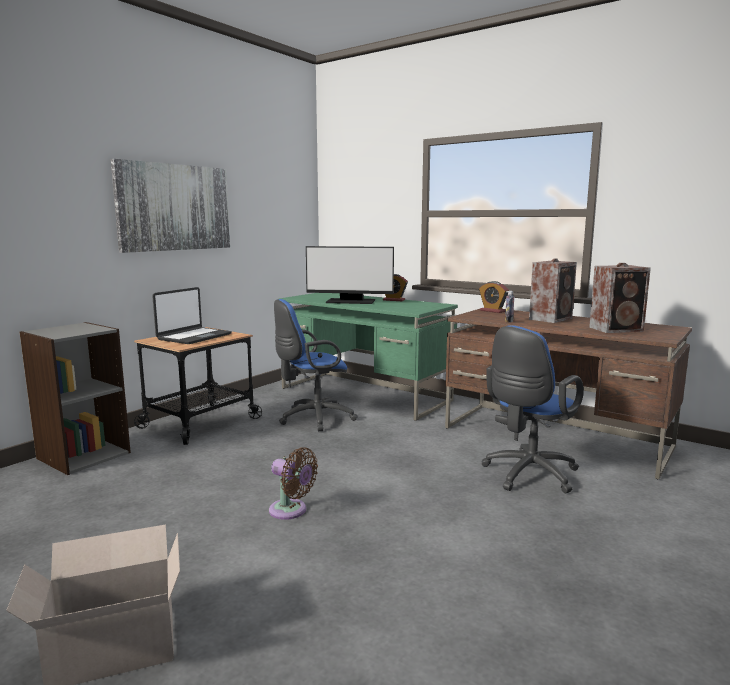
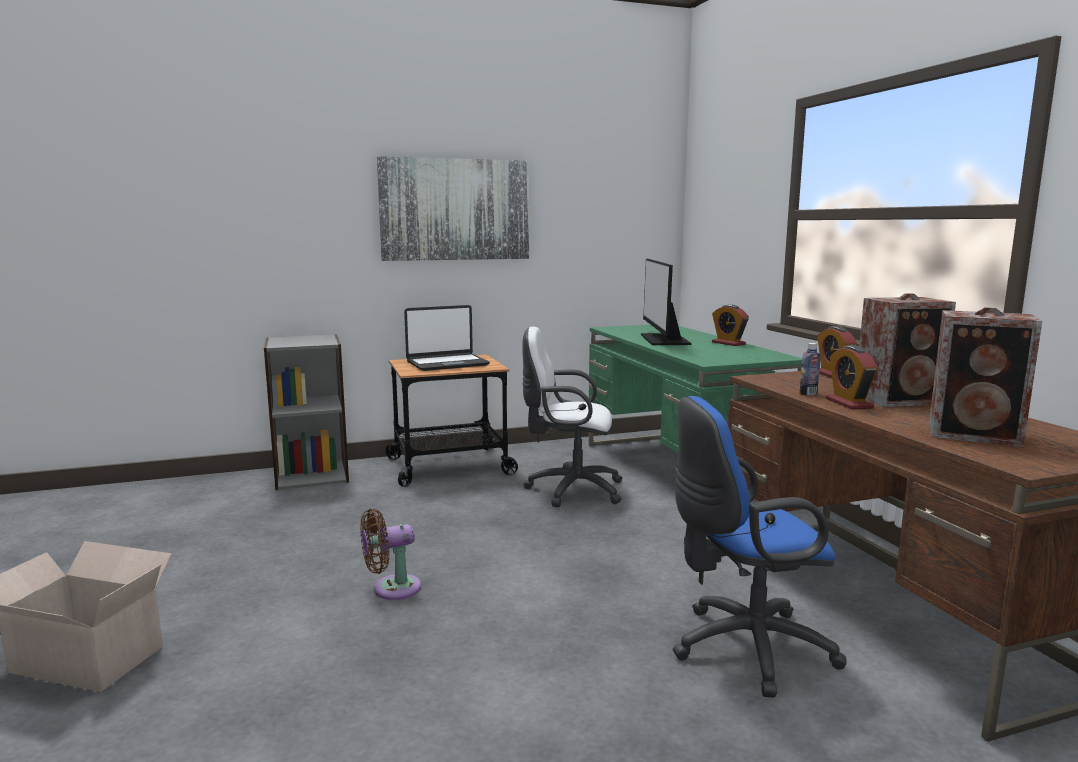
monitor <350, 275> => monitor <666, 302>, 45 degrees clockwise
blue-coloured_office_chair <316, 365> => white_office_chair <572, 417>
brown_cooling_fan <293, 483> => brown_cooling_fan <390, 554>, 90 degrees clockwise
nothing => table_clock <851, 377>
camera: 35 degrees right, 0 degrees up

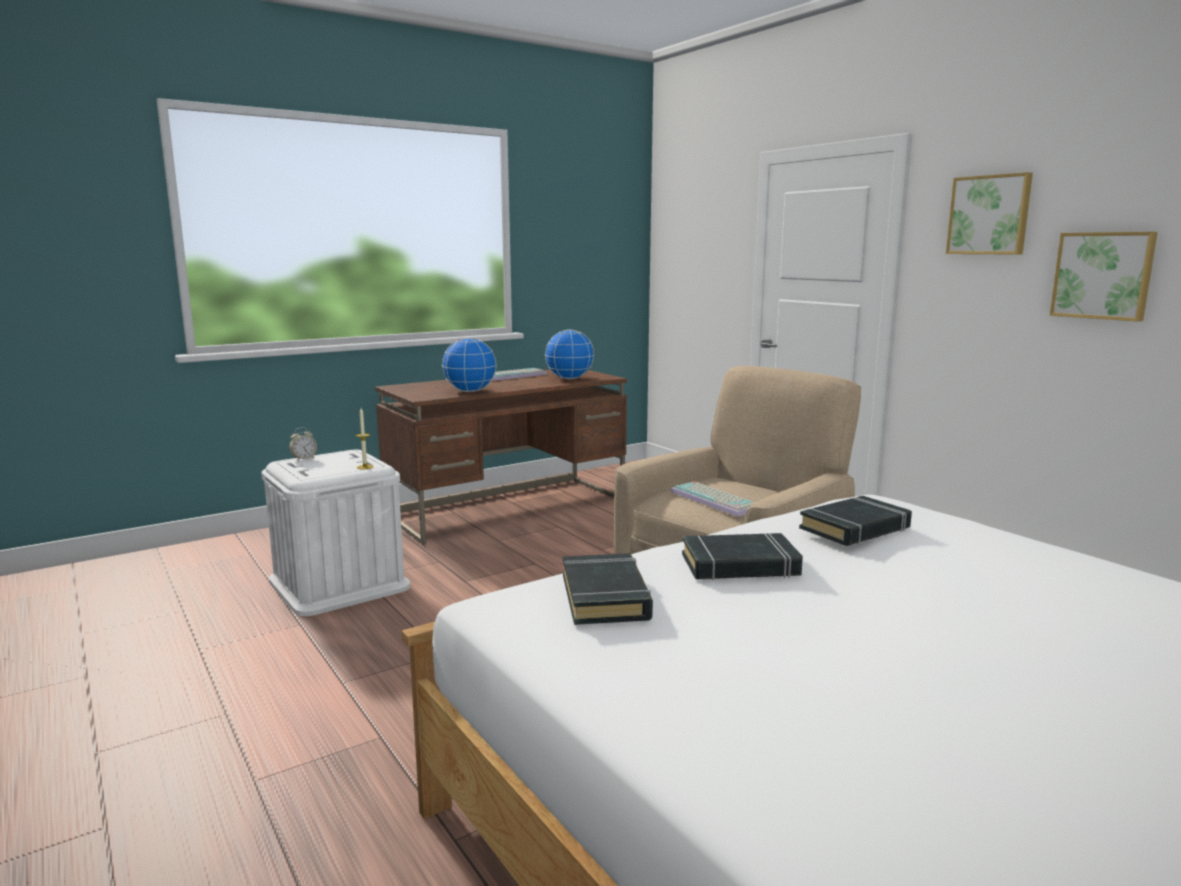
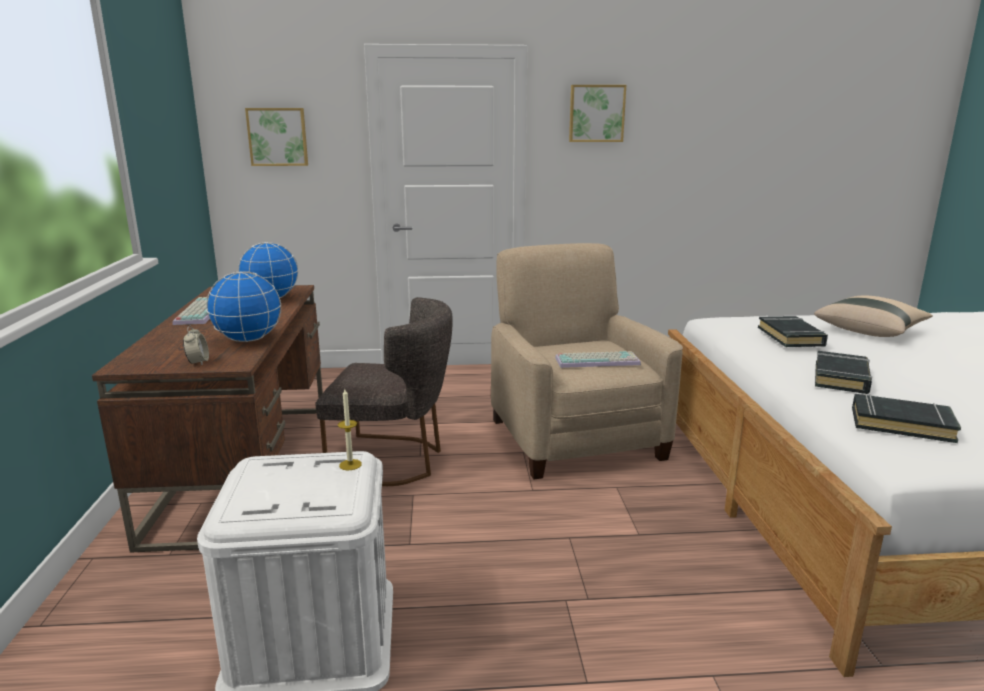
picture <1104, 277> => picture <276, 137>, shifted
table_clock <303, 444> => table_clock <196, 345>, shifted
nothing => beige_cushion <873, 316>
nothing => gray_chair <384, 391>
camera: 60 degrees left, 5 degrees up

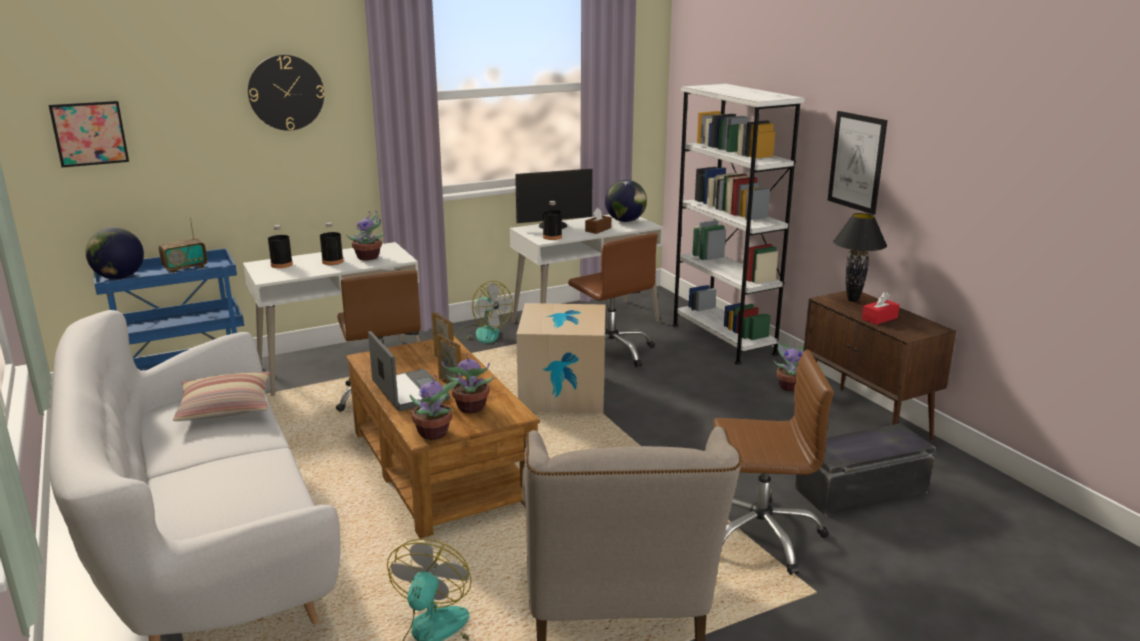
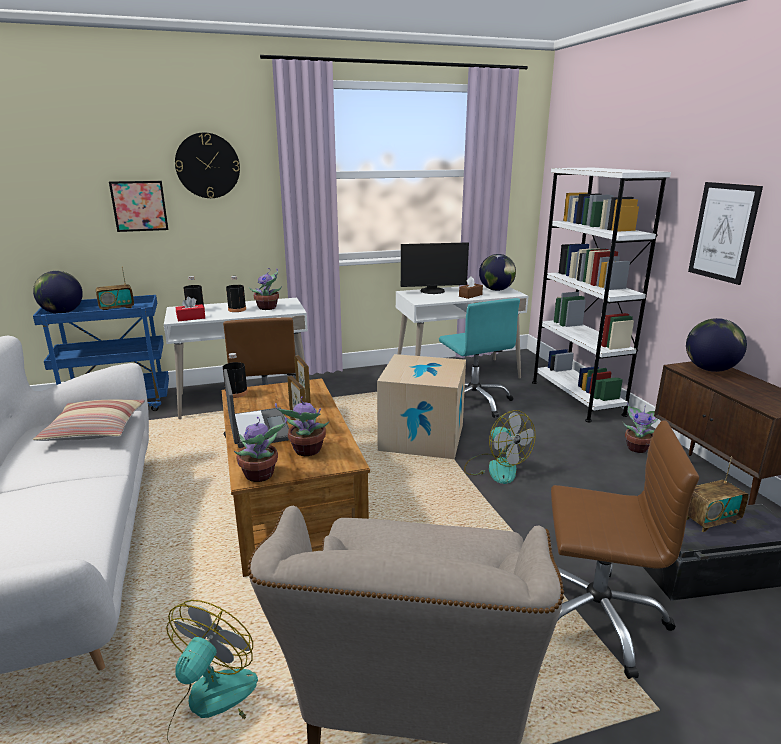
picture <89, 134> => picture <138, 206>, shifted
black-coloured_beverage_bottle <552, 220> => black-coloured_beverage_bottle <235, 375>, shifted
black-coloured_lamp_for_a_table <860, 257> => desk_globe <716, 345>
brown_office_chair <613, 300> => turquoise-coloured_office_chair <479, 358>
cooling_fan <483, 312> => cooling_fan <499, 447>, shifted
red_tissue_box <881, 308> => red_tissue_box <190, 308>, shifted
nothing => radio <718, 494>
camera: 10 degrees right, 0 degrees up

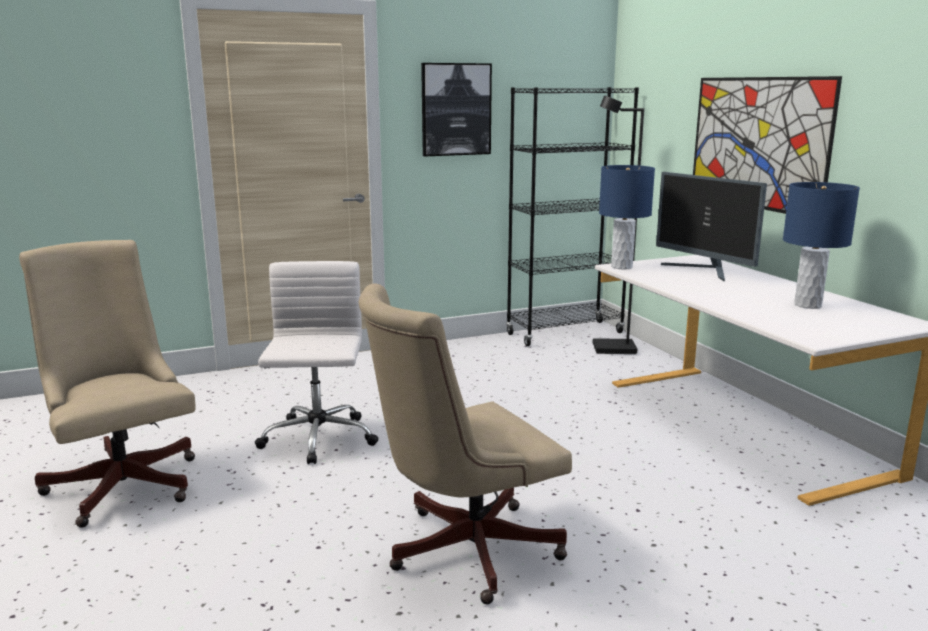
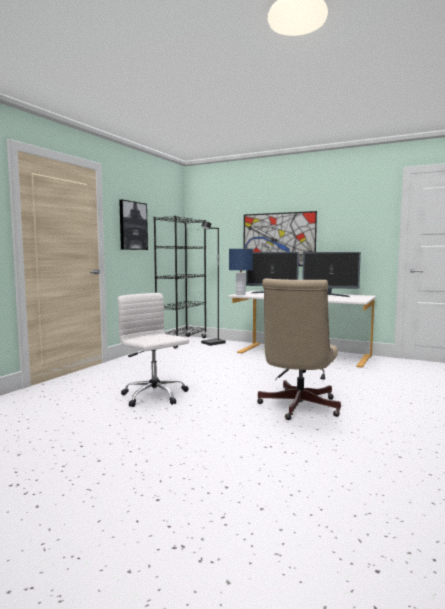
blue-coloured_lamp_for_a_table <821, 245> => monitor <331, 274>
beige_office_chair <107, 384> => nothing
camera: 40 degrees left, 10 degrees down

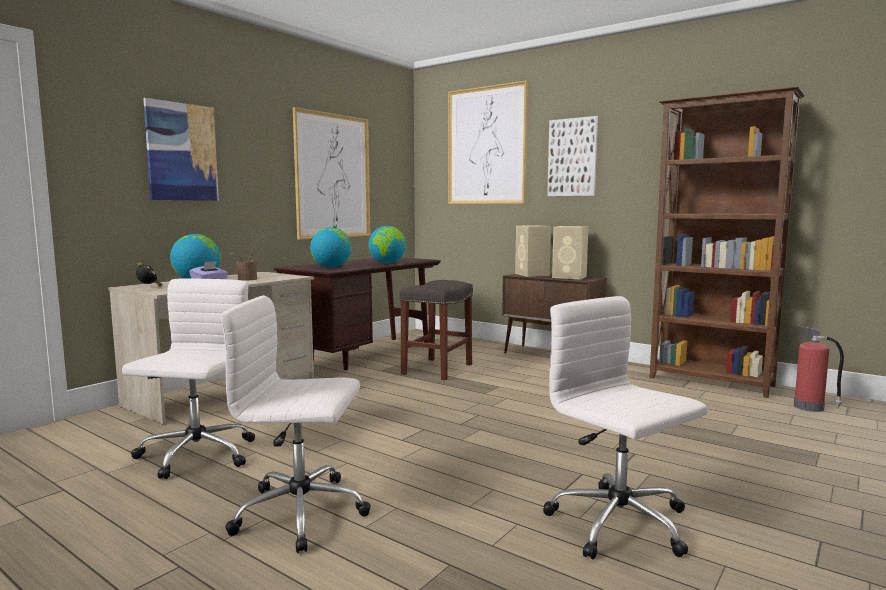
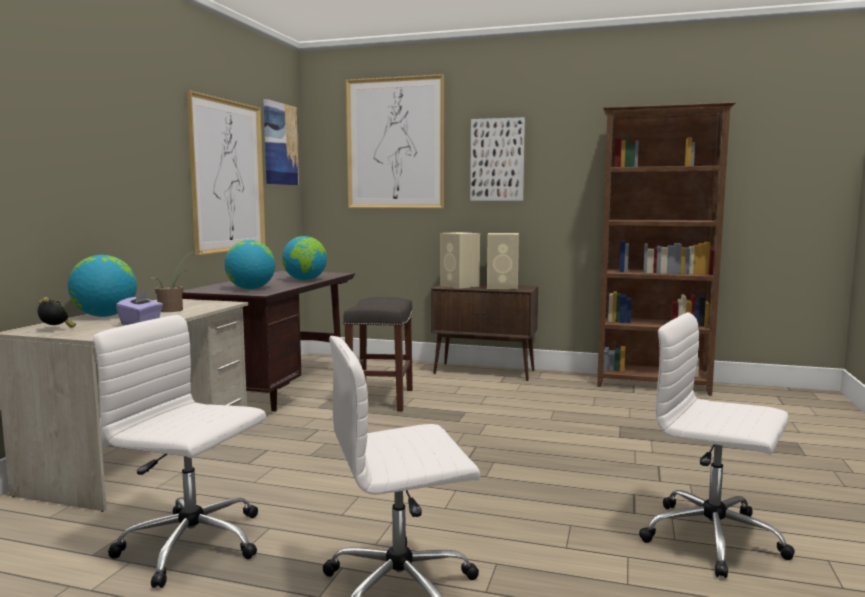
picture <181, 149> => picture <281, 142>, shifted
white_office_chair <188, 378> => white_office_chair <179, 451>, 60 degrees counterclockwise
extinguisher <819, 368> => nothing
camera: 20 degrees left, 0 degrees up

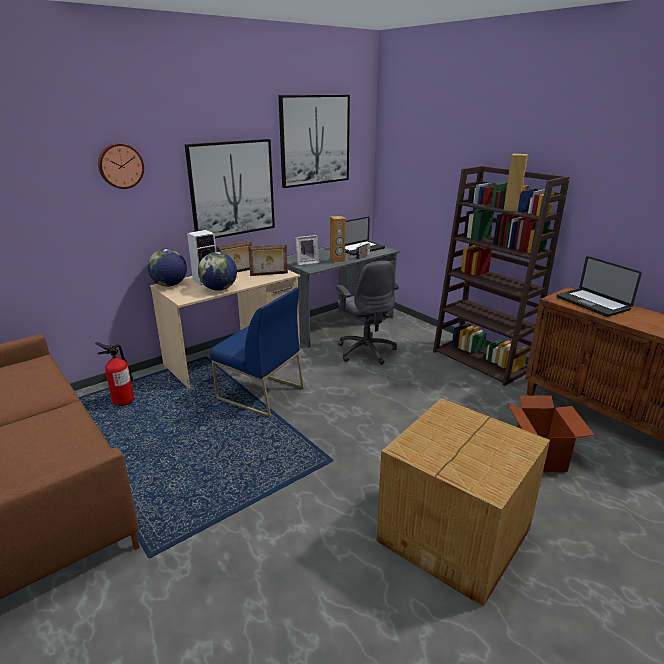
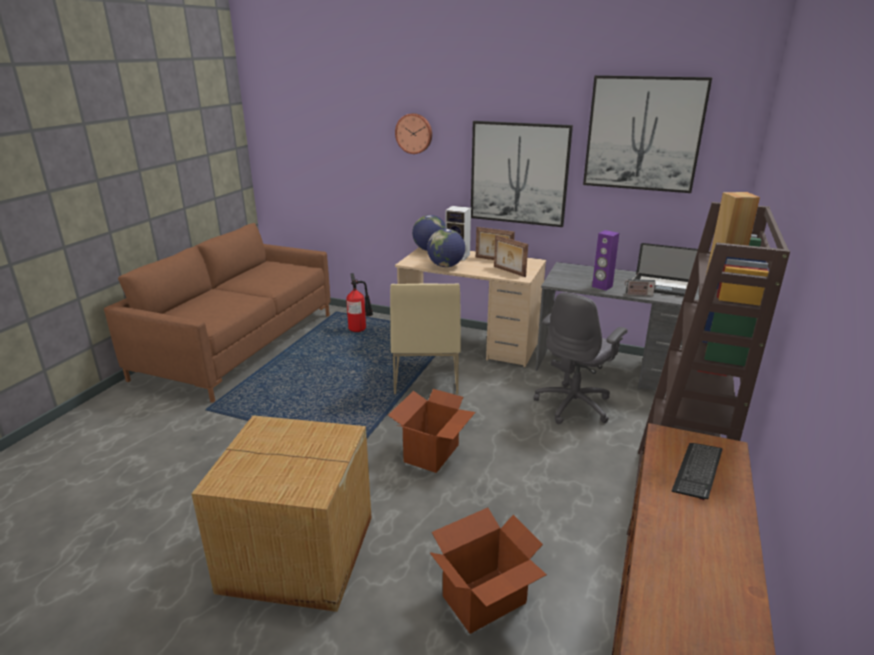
brown_loudspeaker <338, 239> => purple_loudspeaker <605, 260>
picture_frame <307, 250> => nothing
notebook_computer <599, 286> => computer_keyboard <697, 471>
blue-coloured_chair <257, 352> => beige_chair <425, 339>
nothing => carton <431, 431>
camera: 60 degrees right, 0 degrees up

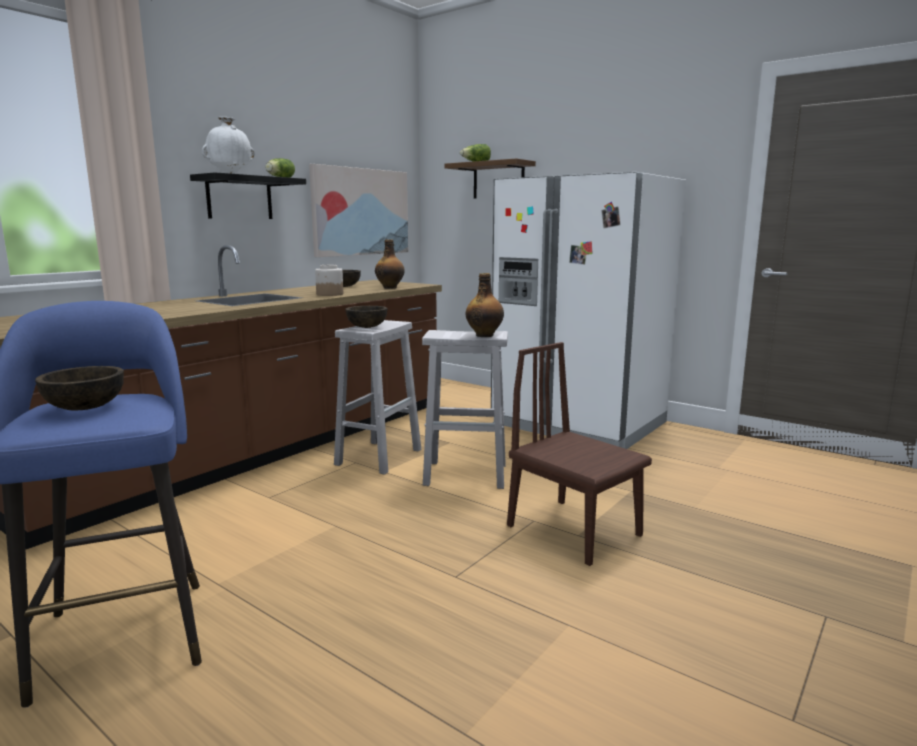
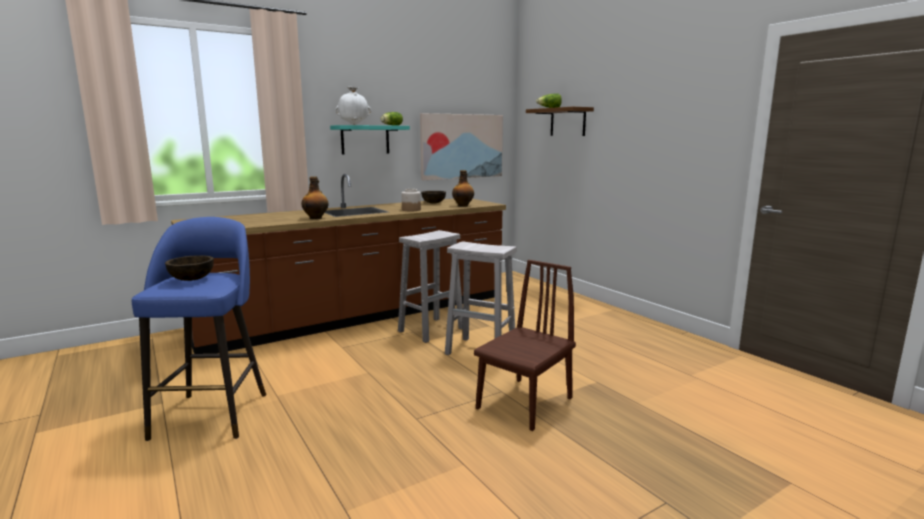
black-coloured_wall_shelf <248, 195> => turquoise-coloured_wall_shelf <370, 140>
white_refrigerator <588, 310> => nothing
beverage_bottle <484, 305> => beverage_bottle <315, 198>, shifted
brown_deep_dish <366, 317> => nothing
brown_chair <579, 454> => brown_chair <525, 345>, 60 degrees clockwise
camera: 20 degrees right, 0 degrees up

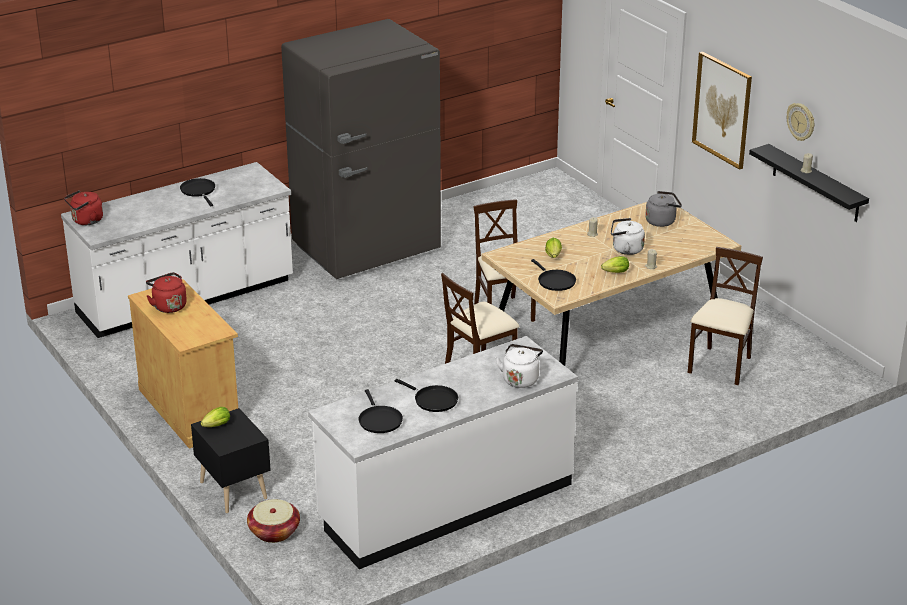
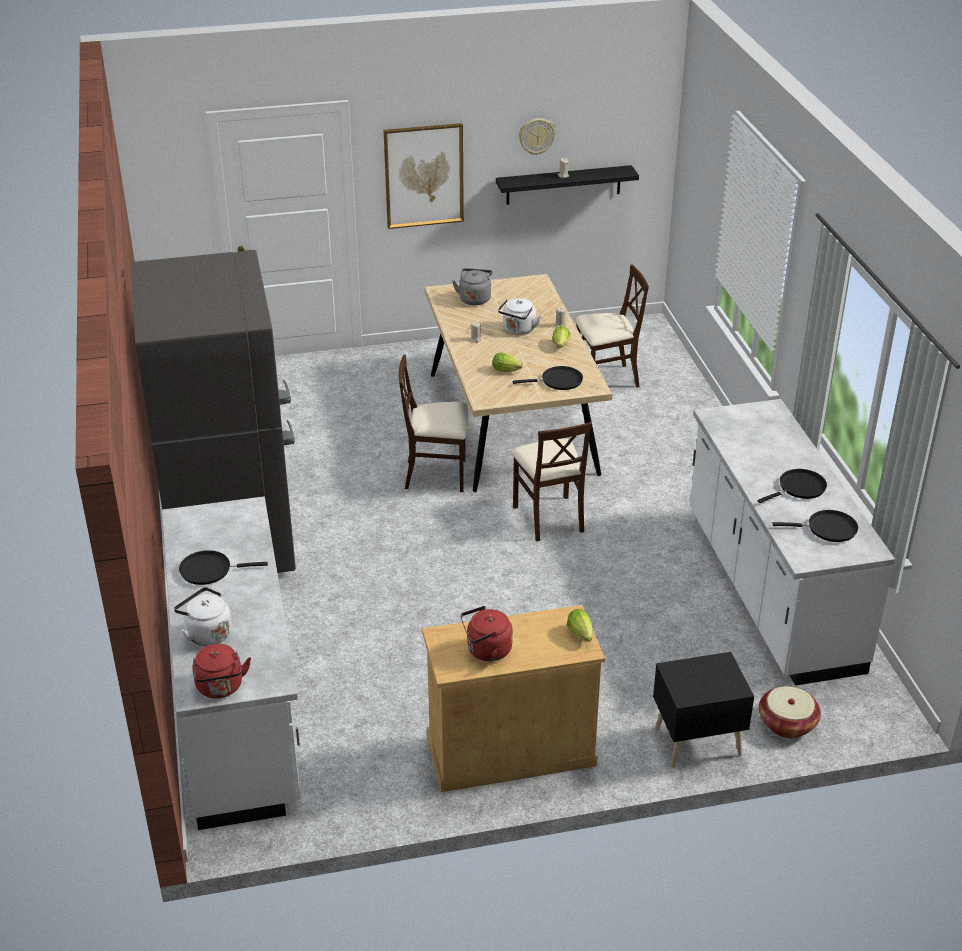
beige_chair <725, 316> => beige_chair <612, 326>, 120 degrees clockwise
white_water_kettle <519, 366> => white_water_kettle <203, 616>, shifted
lettuce_head <215, 417> => lettuce_head <580, 625>, shifted
camera: 70 degrees left, 5 degrees up

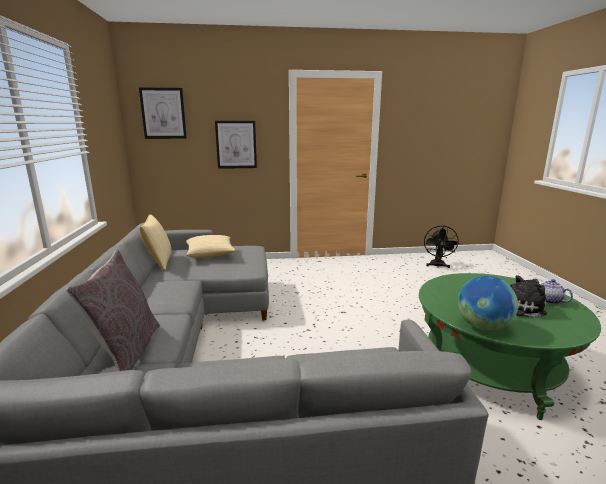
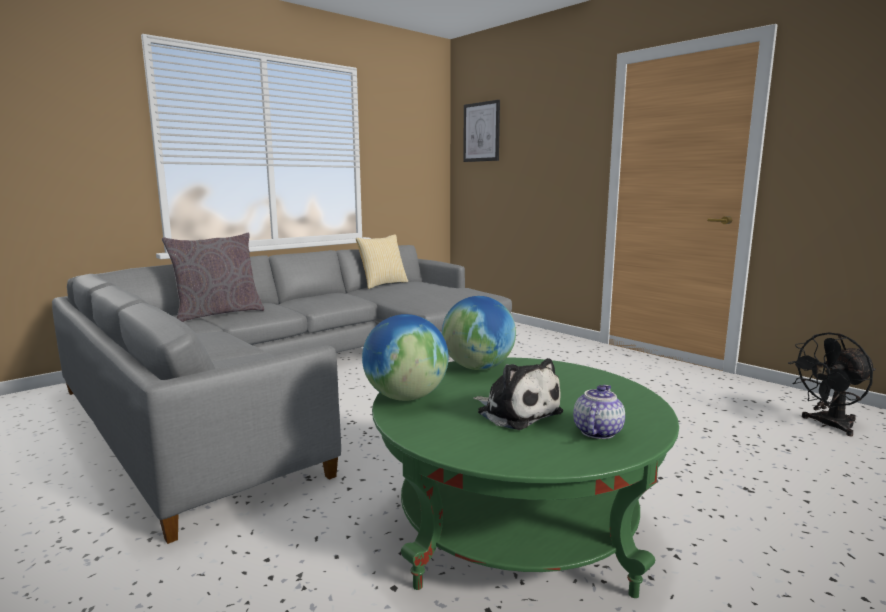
picture <236, 145> => nothing
cushion <211, 246> => nothing
nothing => desk_globe <479, 333>
camera: 55 degrees right, 5 degrees down

